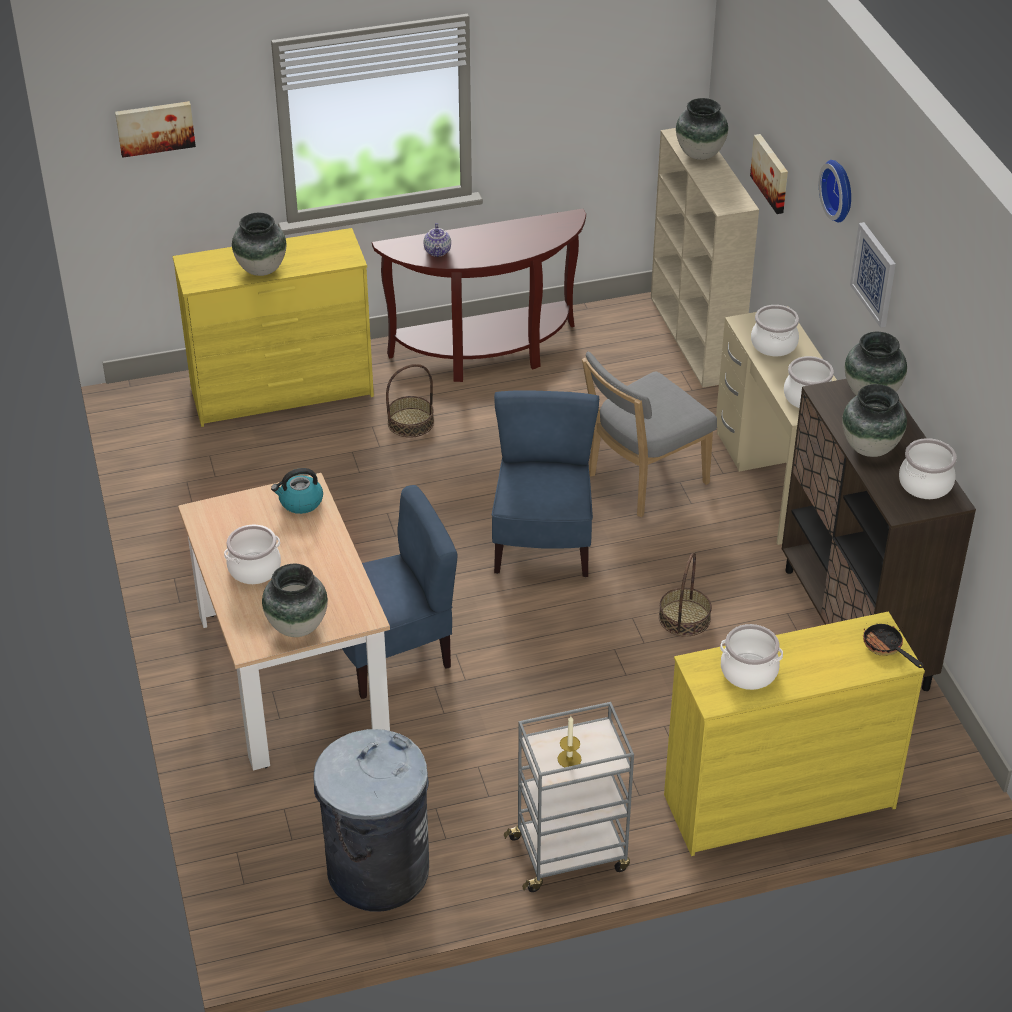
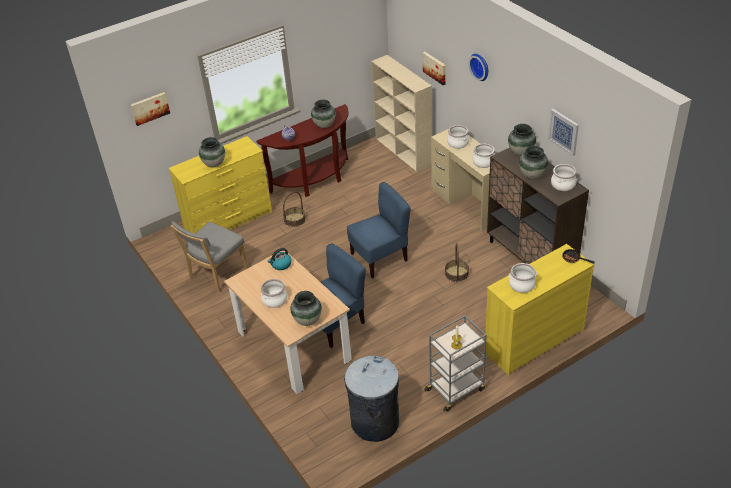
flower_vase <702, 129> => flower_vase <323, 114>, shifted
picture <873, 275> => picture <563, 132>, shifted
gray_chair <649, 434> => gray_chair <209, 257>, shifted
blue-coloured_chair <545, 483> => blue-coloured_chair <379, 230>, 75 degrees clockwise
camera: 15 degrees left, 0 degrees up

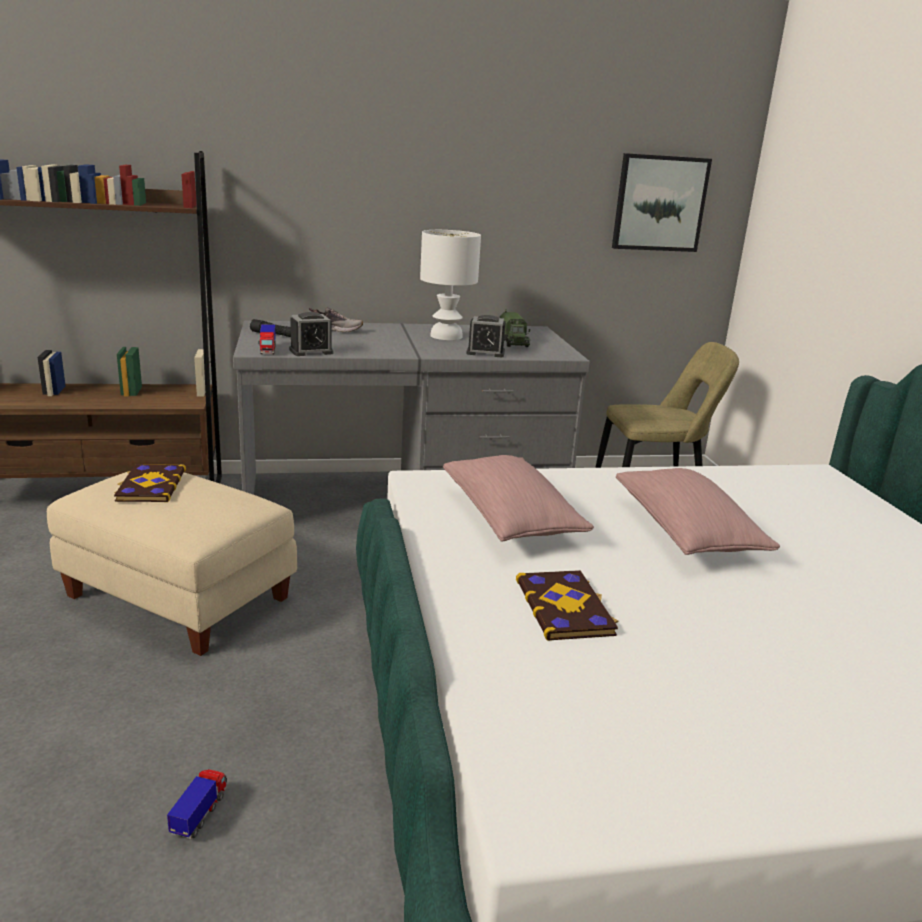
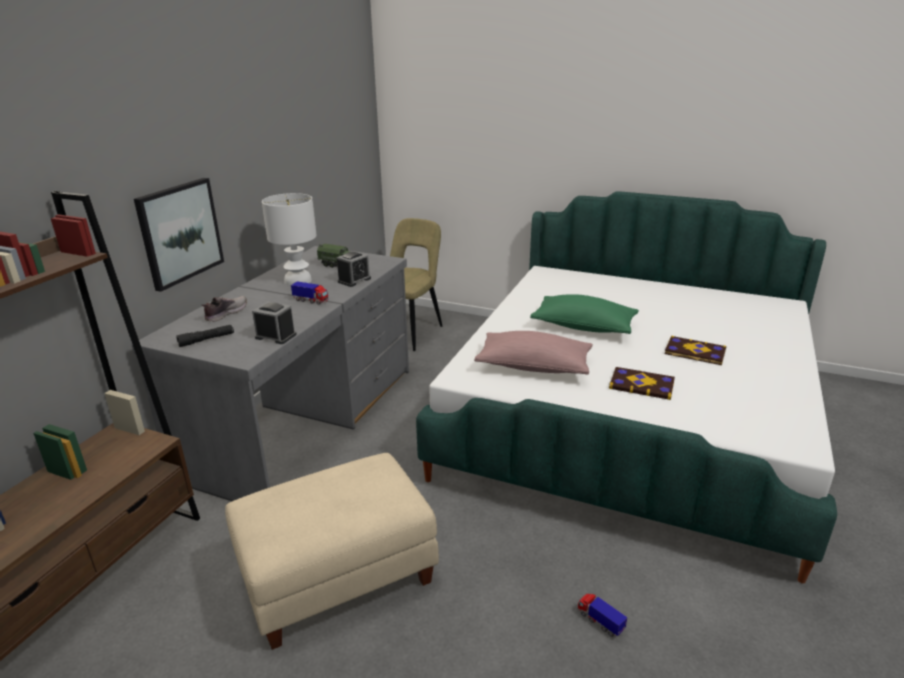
picture <662, 202> => picture <179, 235>, shifted
table_clock <311, 334> => table_clock <274, 323>, 75 degrees counterclockwise
toy_lorry <267, 339> => toy_lorry <310, 293>, shifted
book <150, 483> => book <696, 350>, shifted
pink-coloured_cushion <698, 511> => greenish_cushion <584, 314>
camera: 55 degrees left, 5 degrees up

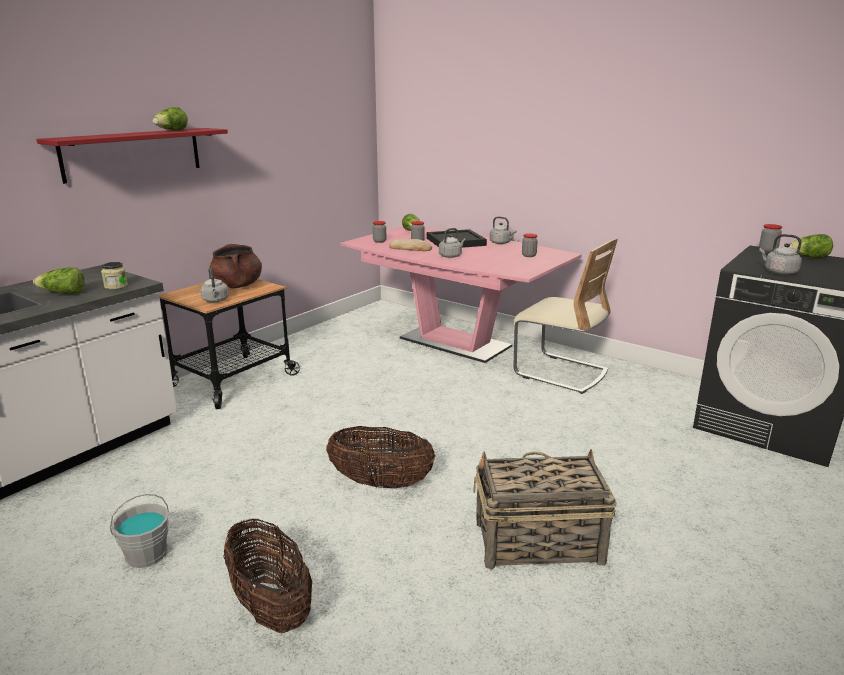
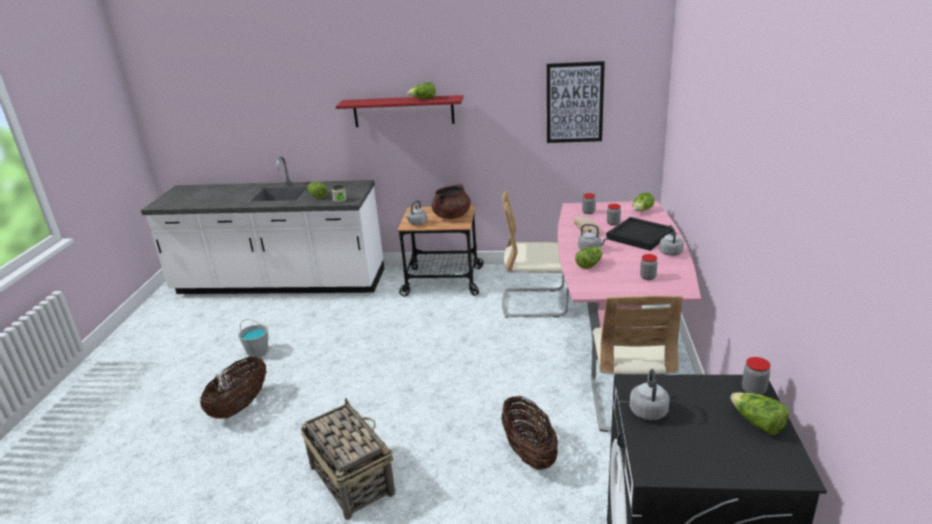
storage_basket <381, 457> => storage_basket <529, 433>, shifted
nothing => picture <576, 102>
nothing => beige_chair <535, 254>
nothing => lettuce_head <589, 258>
camera: 60 degrees right, 5 degrees up

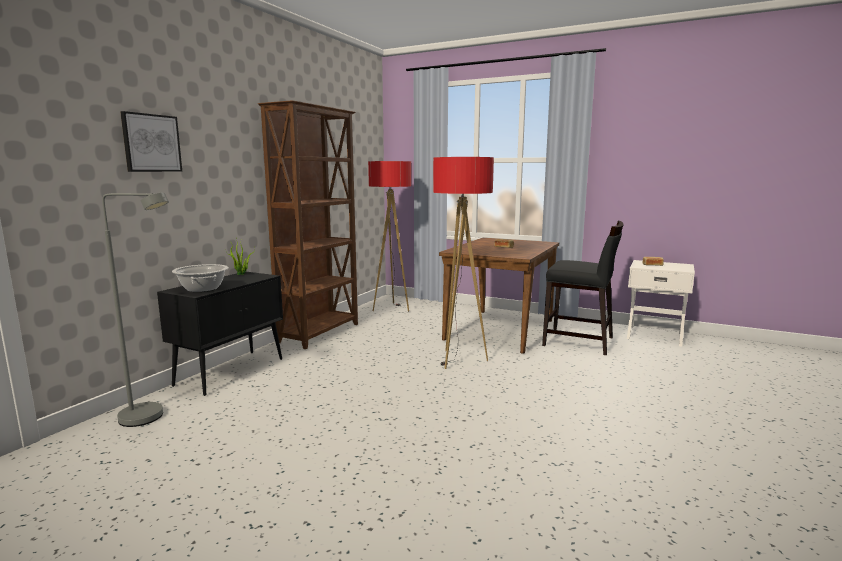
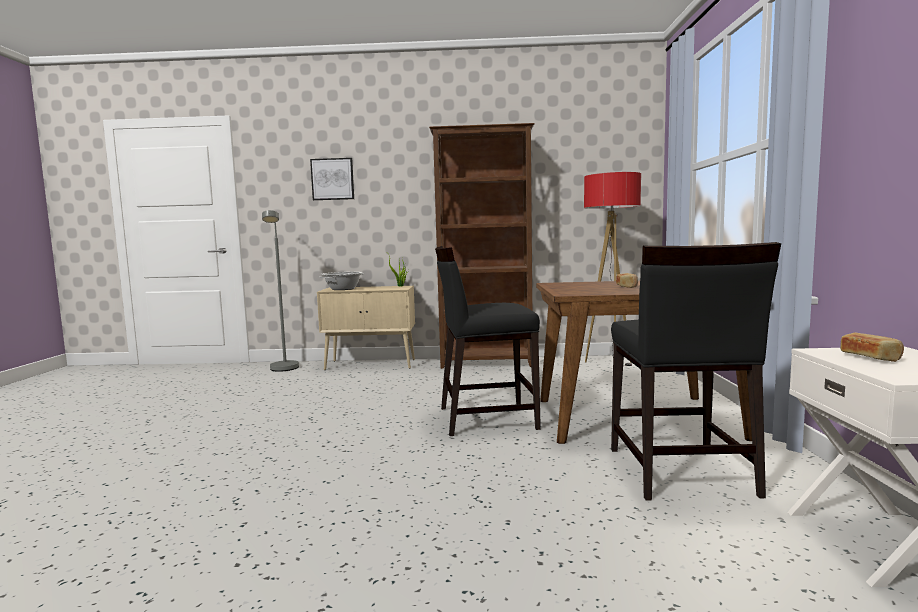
standing_lamp <463, 263> => black-coloured_chair <488, 341>
black-coloured_cabinet <220, 334> => beige_cabinet <366, 328>
camera: 65 degrees right, 5 degrees down

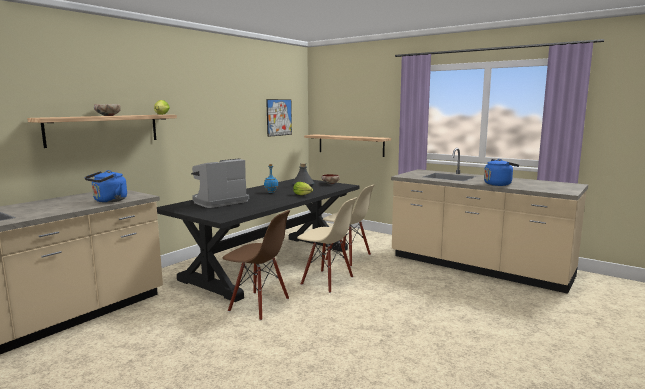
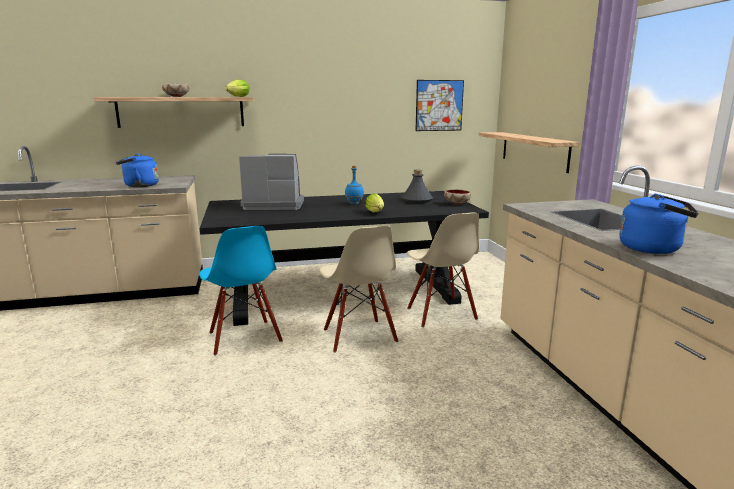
brown_chair <256, 265> => blue-coloured_chair <241, 291>
camera: 40 degrees right, 5 degrees up

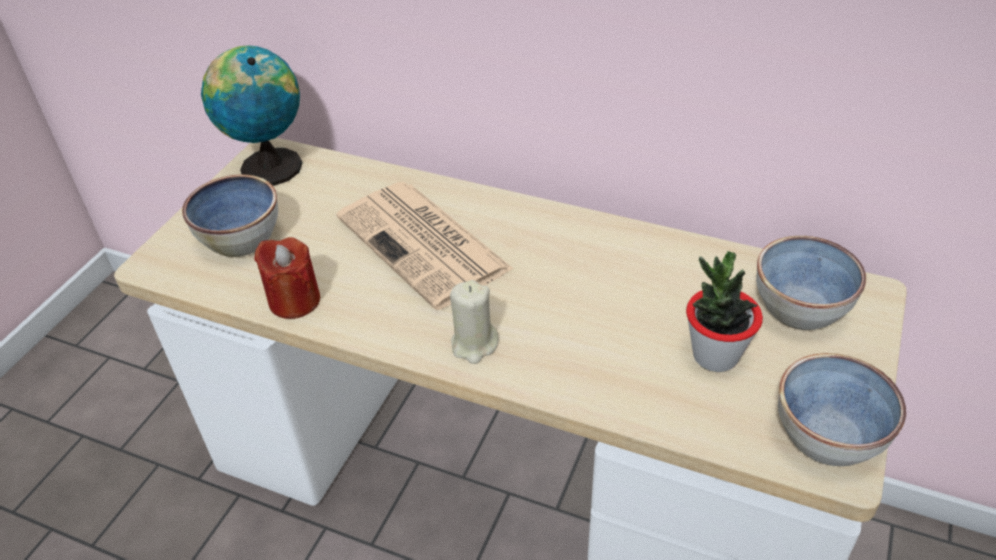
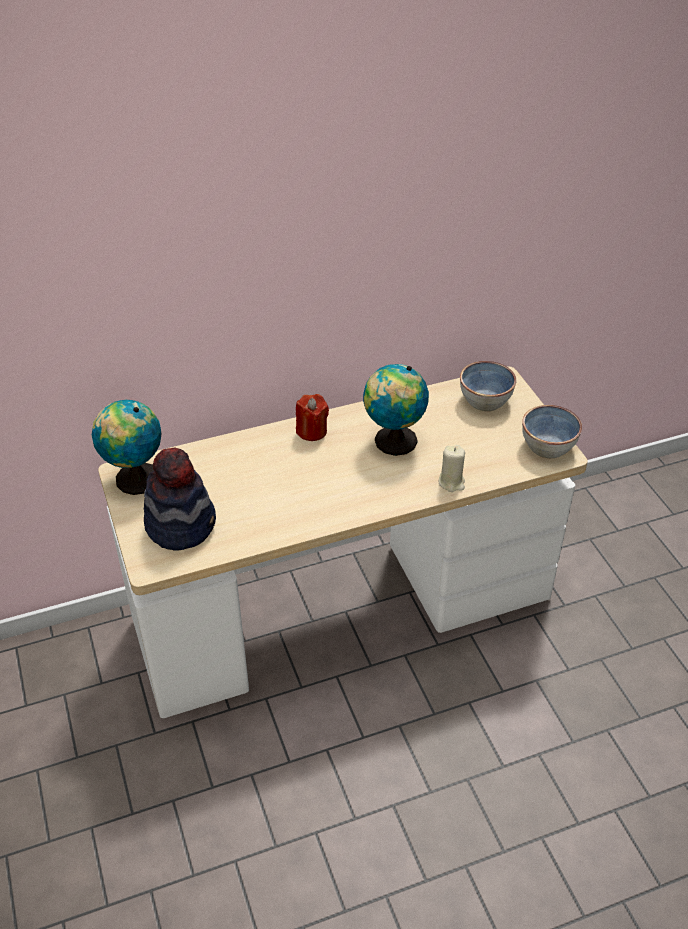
deep_dish <230, 215> => wearable_hat <180, 499>
daily_paper <425, 246> => nothing
red_wax_light <287, 278> => red_wax_light <312, 417>, shifted
houseplant <724, 311> => nothing
beige_wax_light <474, 322> => beige_wax_light <452, 468>, shifted
nothing => desk_globe <396, 410>
camera: 45 degrees left, 0 degrees up

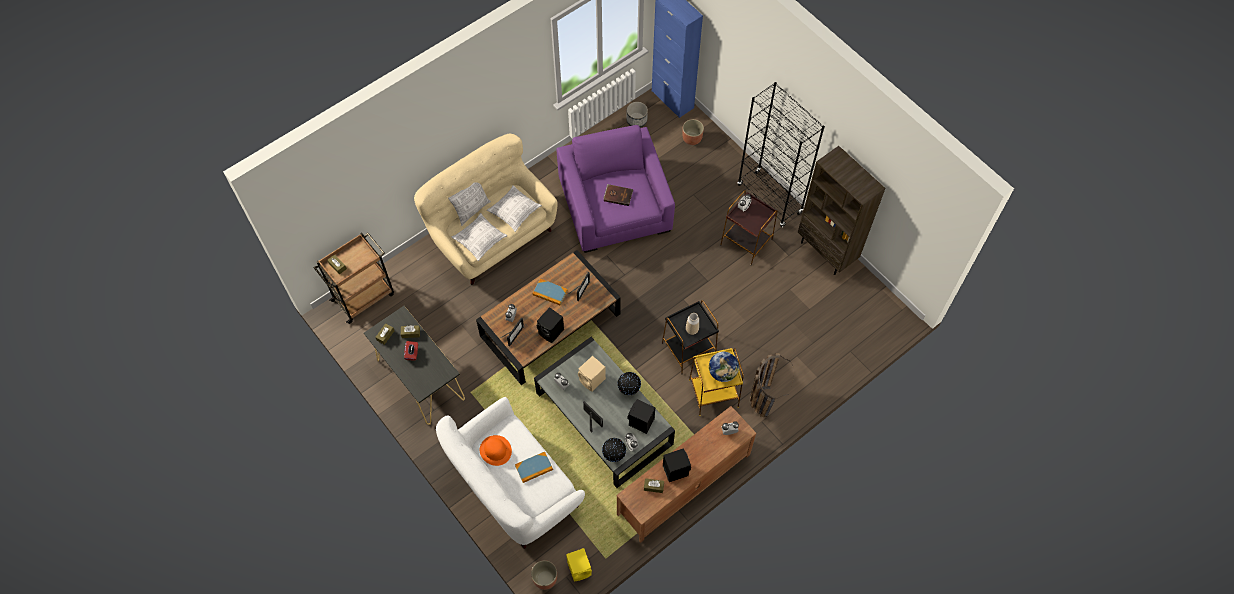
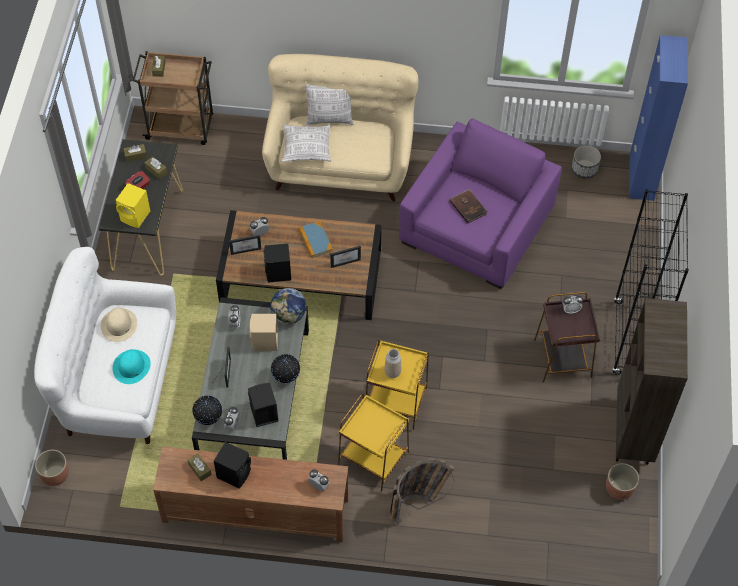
planter <693, 132> => planter <622, 481>, shifted
cushion <514, 208> => nothing
black-coloured_side_table <690, 337> => yellowish_side_table <397, 385>
desk_globe <724, 367> => desk_globe <288, 306>, shifted
orange_wearable_hat <496, 450> => beige_wearable_hat <119, 325>
book <534, 467> => turquoise-coloured_wearable_hat <132, 366>
yellowish_loudspeaker <579, 565> => yellowish_loudspeaker <133, 205>, shifted
camera: 45 degrees right, 5 degrees down

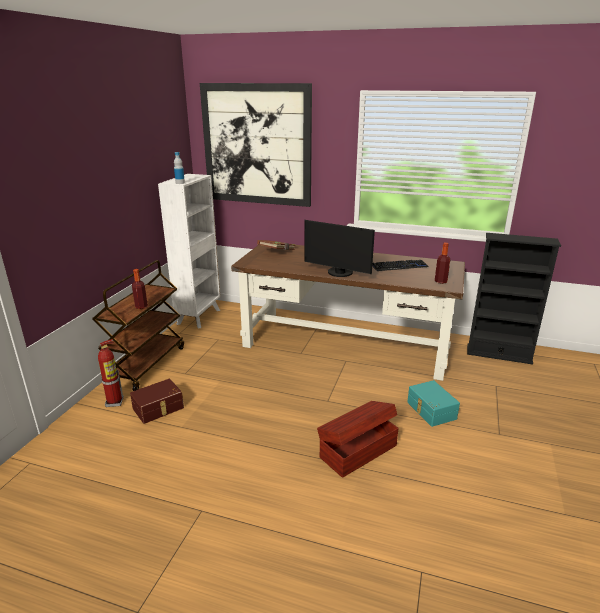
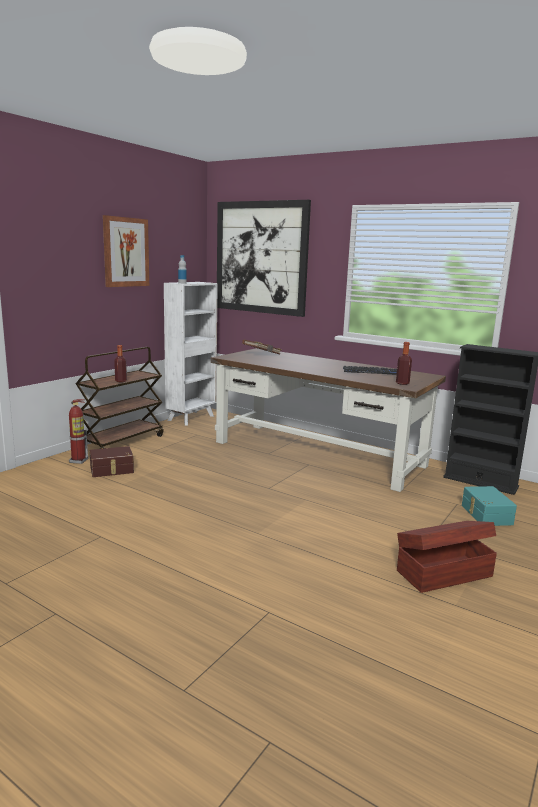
monitor <339, 248> => nothing
turquoise-coloured_storage_container <433, 403> => turquoise-coloured_storage_container <489, 506>, shifted
brown_storage_container <358, 439> => brown_storage_container <447, 557>, shifted
nothing => picture <126, 251>
camera: 15 degrees right, 10 degrees down

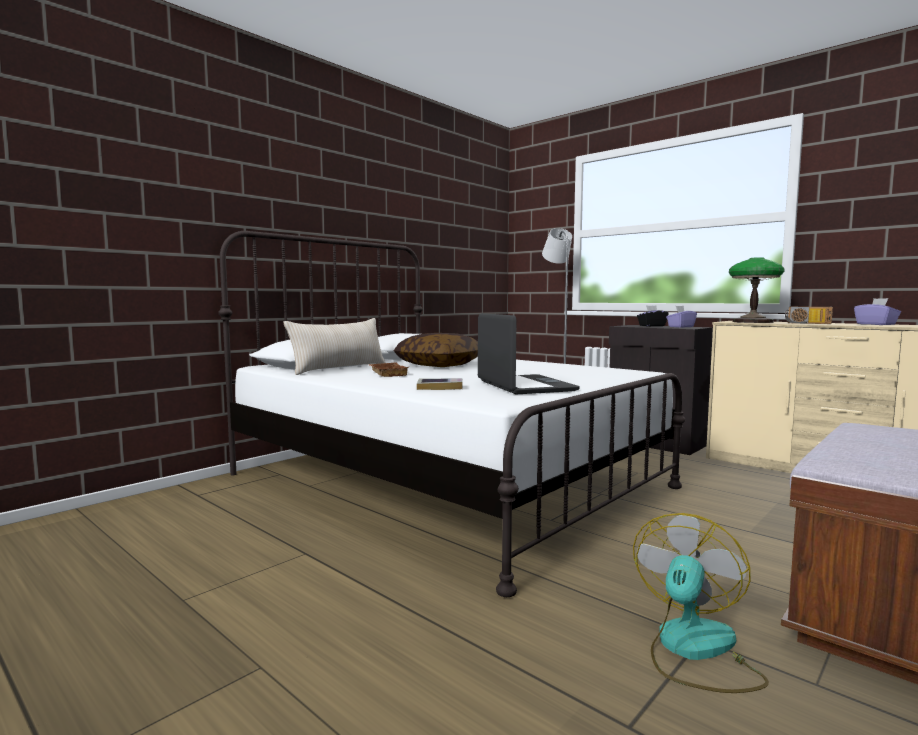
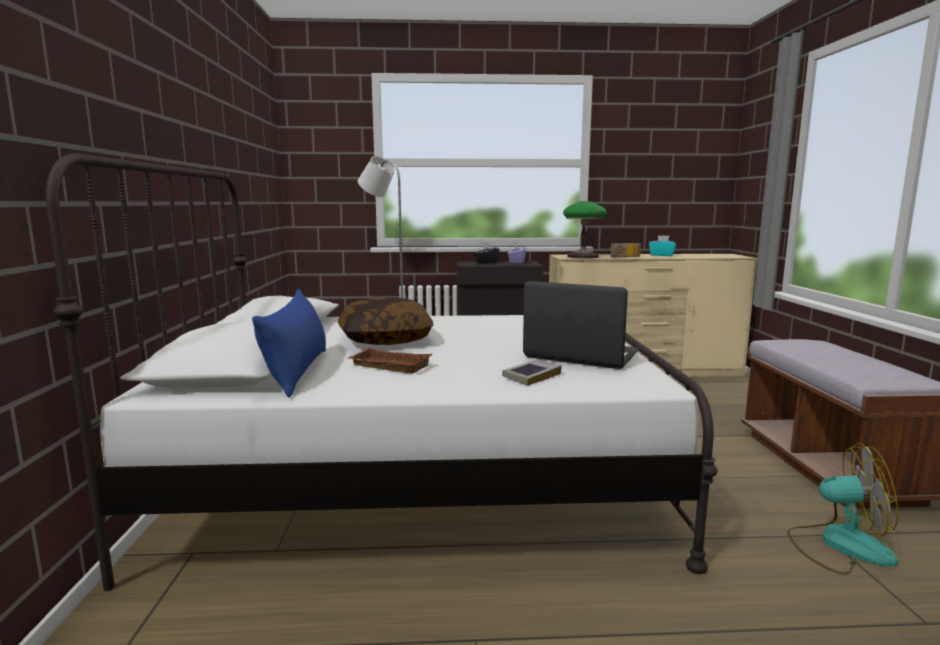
purple_tissue_box <877, 311> => turquoise-coloured_tissue_box <662, 245>
beige_cushion <335, 346> => blue-coloured_cushion <289, 343>
cooling_fan <701, 603> => cooling_fan <842, 509>, 120 degrees clockwise
camera: 45 degrees left, 5 degrees up

